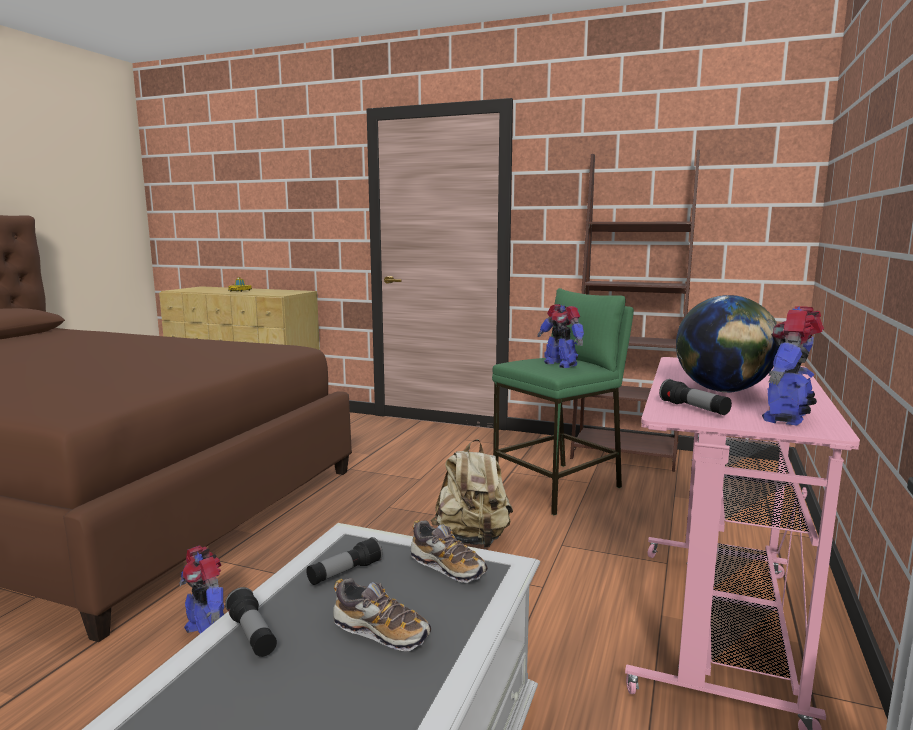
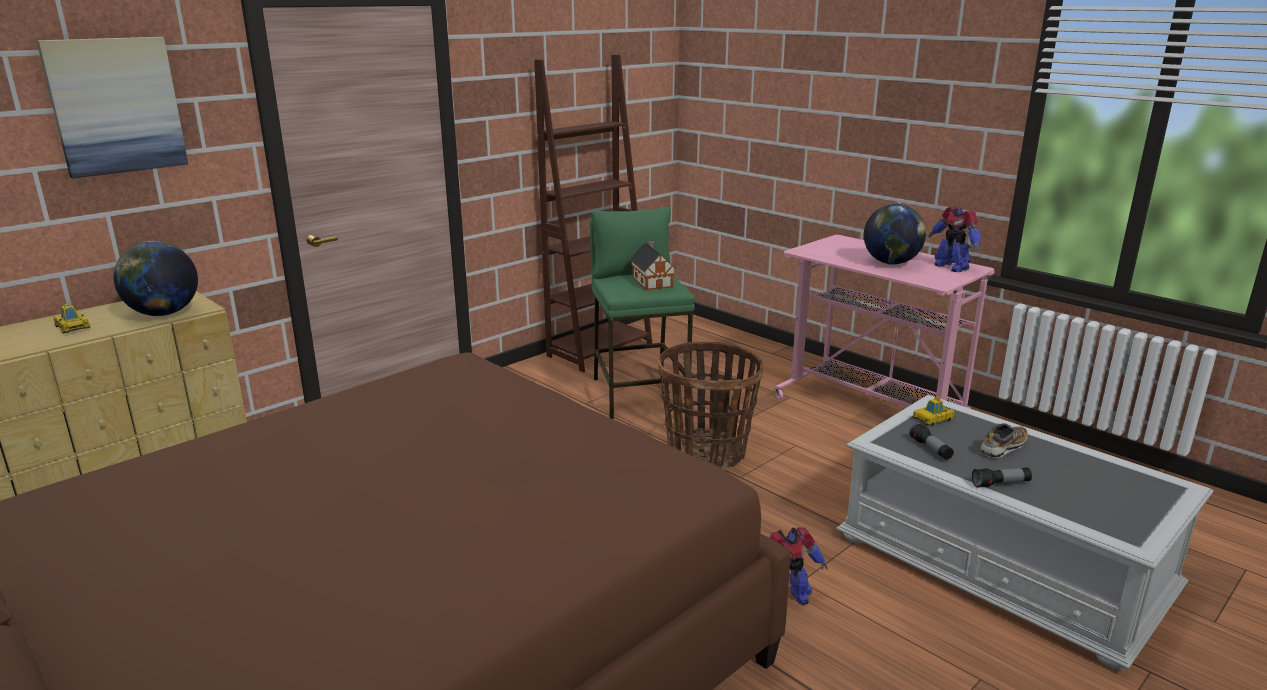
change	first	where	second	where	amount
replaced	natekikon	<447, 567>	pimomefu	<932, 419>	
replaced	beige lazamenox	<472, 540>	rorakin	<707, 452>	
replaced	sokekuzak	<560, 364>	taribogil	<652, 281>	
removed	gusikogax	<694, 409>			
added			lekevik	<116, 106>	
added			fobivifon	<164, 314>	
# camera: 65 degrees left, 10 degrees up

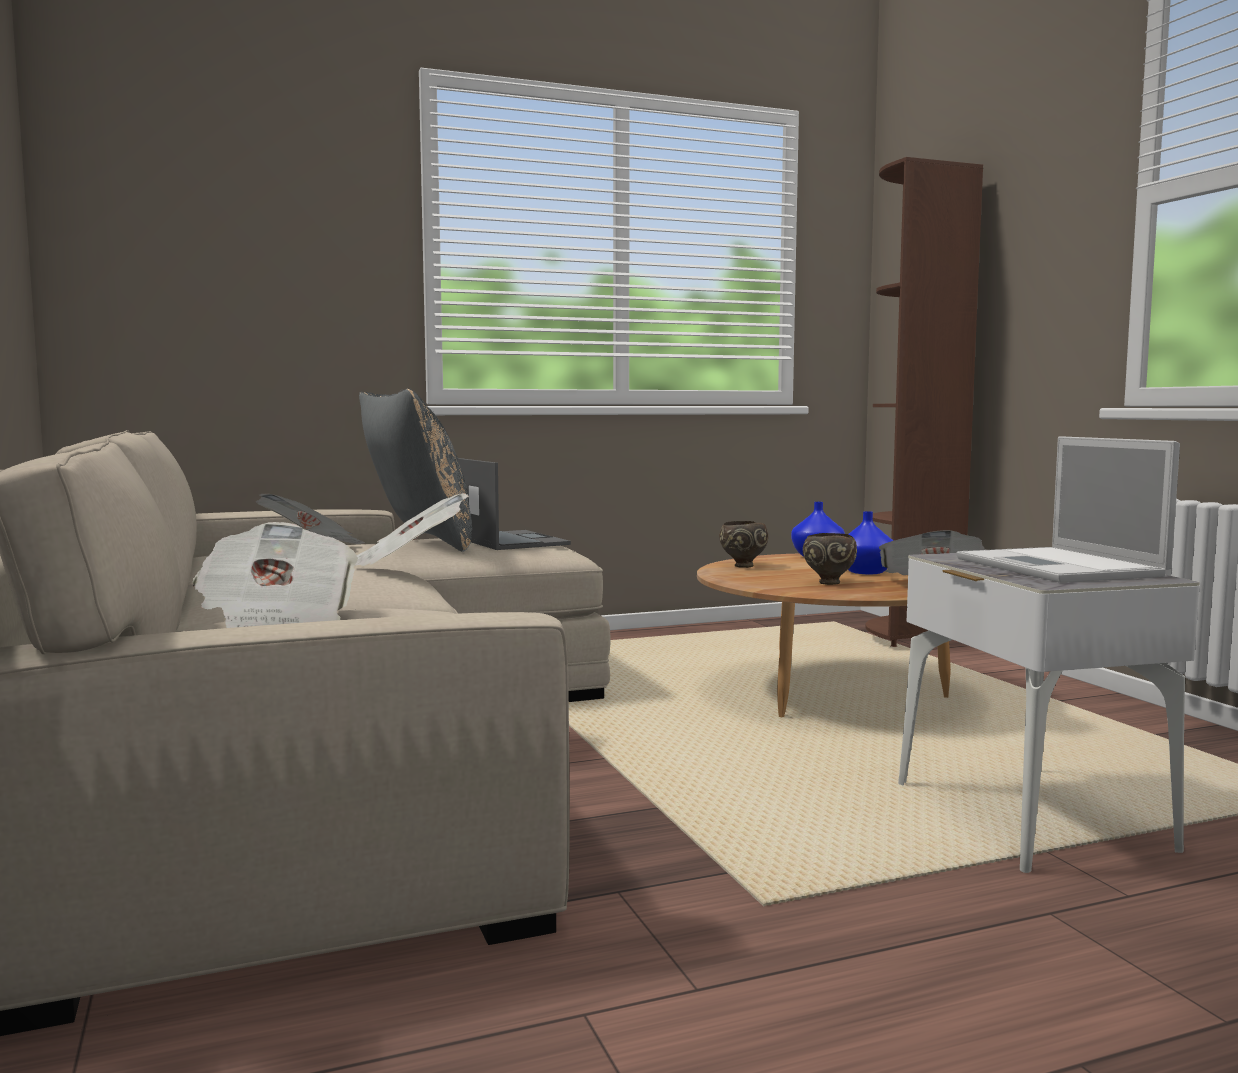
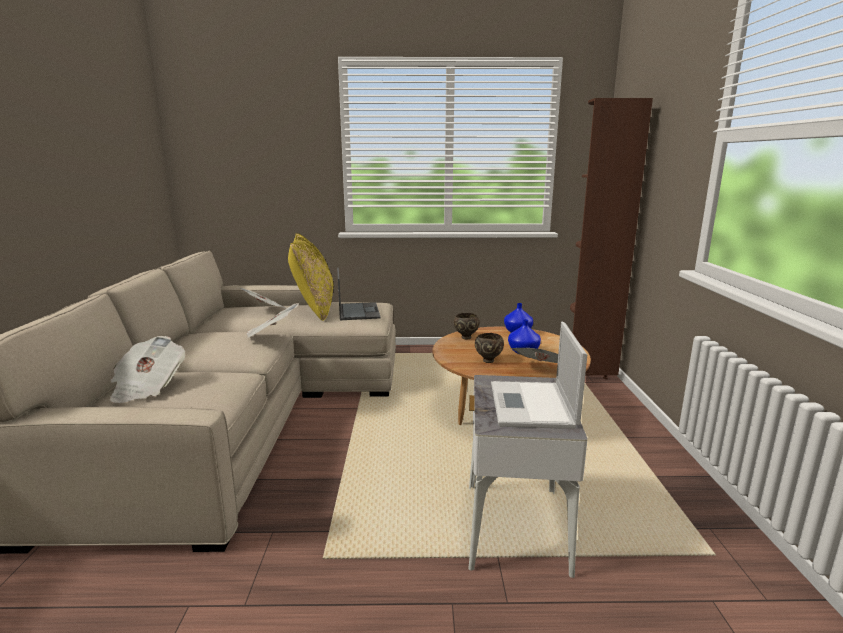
change	first	where	second	where	amount
recoloured	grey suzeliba	<417, 544>	yellow suzeliba	<314, 311>	
# camera: 20 degrees right, 10 degrees up

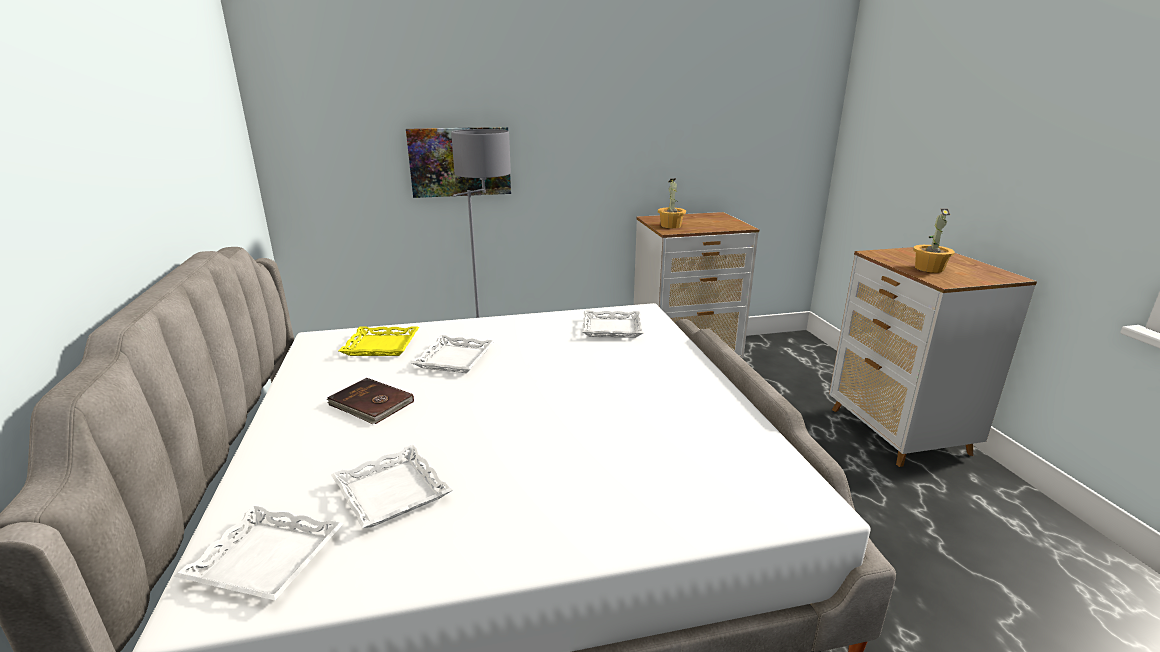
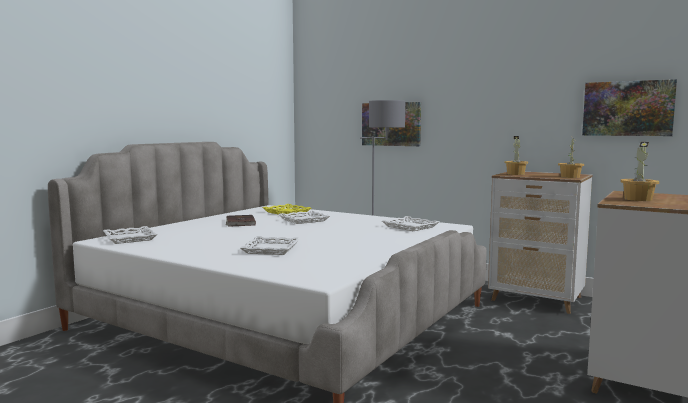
change	first	where	second	where	amount
moved	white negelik	<391, 492>		<270, 249>	
added			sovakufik	<569, 177>	
added			lekevik	<627, 108>	
# camera: 45 degrees right, 15 degrees down

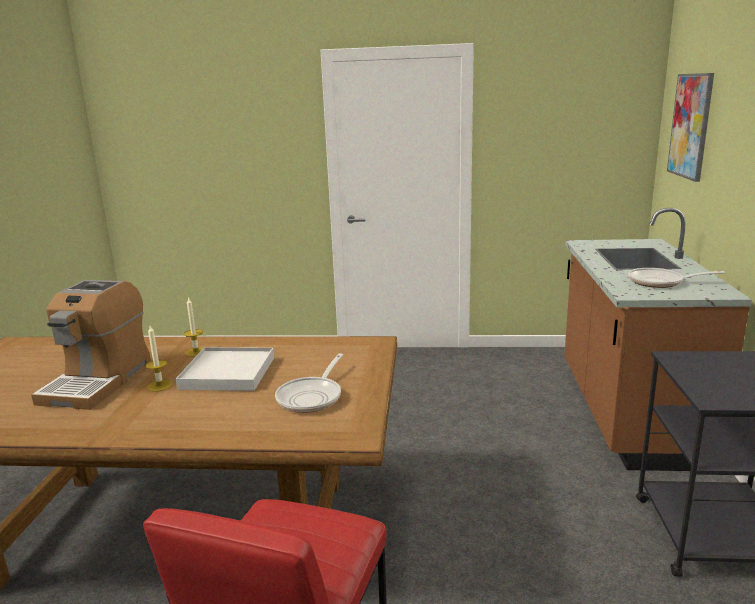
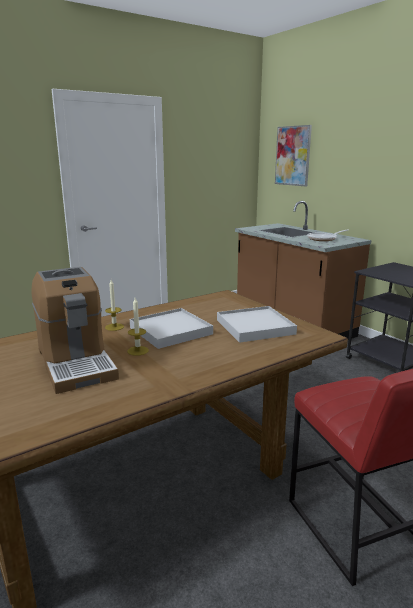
change	first	where	second	where	amount
replaced	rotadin	<312, 397>	white negelik	<255, 327>	
# camera: 40 degrees left, 0 degrees up

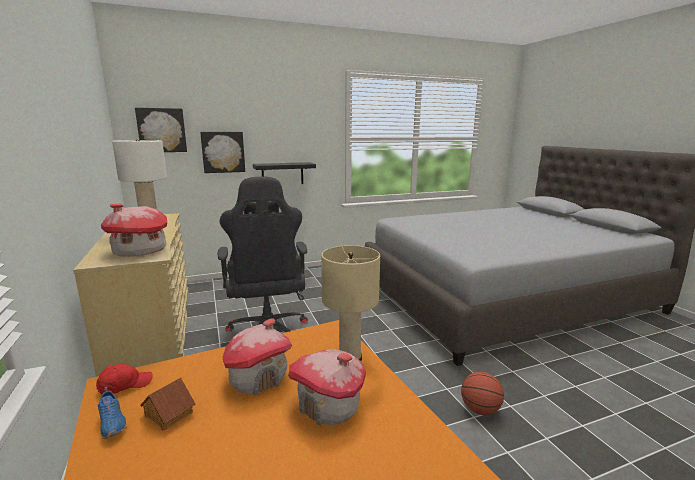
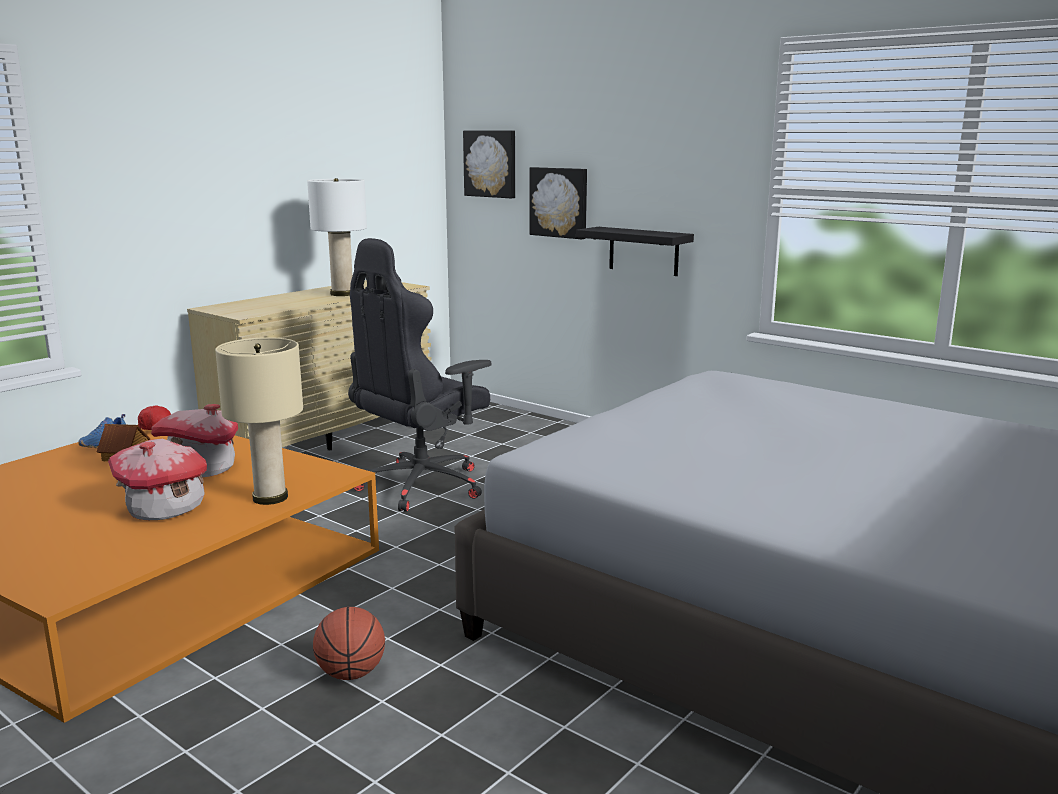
change	first	where	second	where	amount
removed	taribogil	<139, 251>			
# camera: 60 degrees right, 0 degrees up

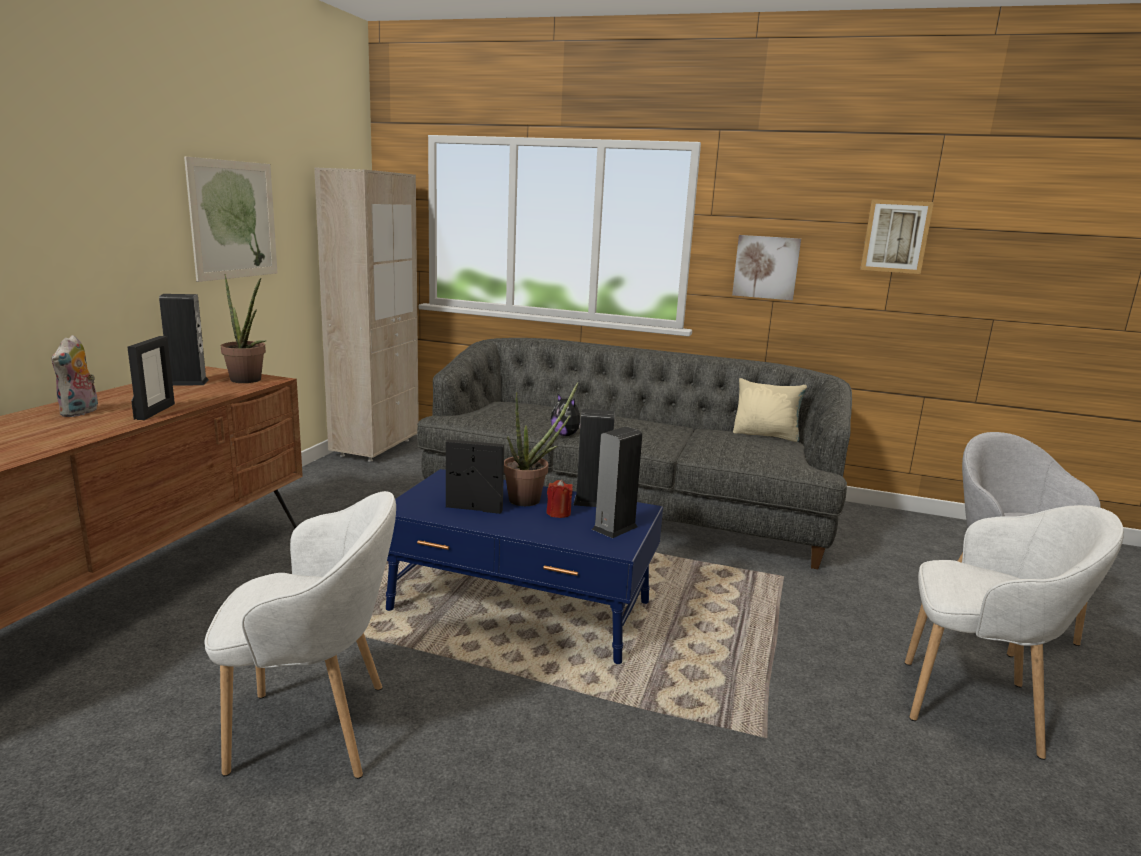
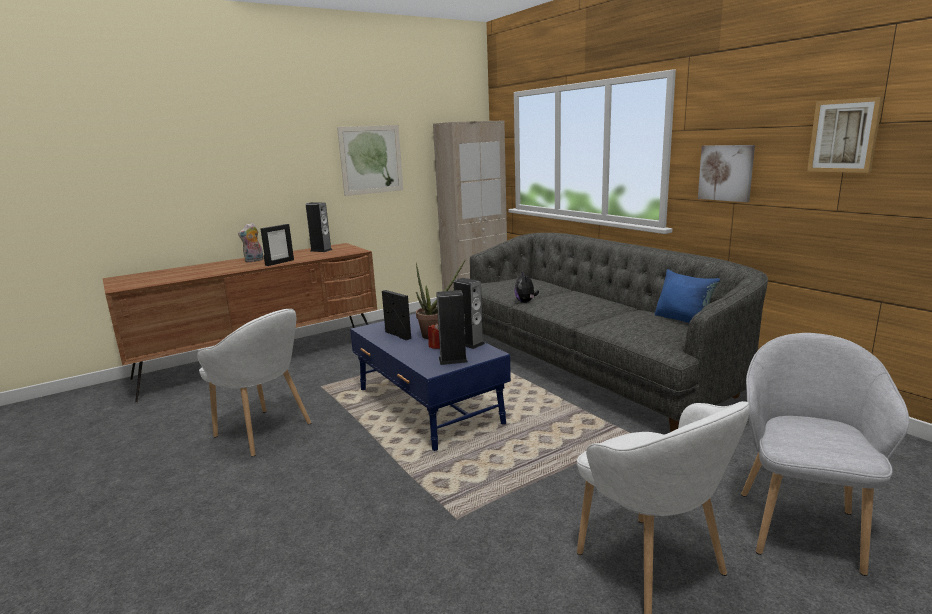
change	first	where	second	where	amount
removed	sovakufik	<248, 381>			
recoloured	beige suzeliba	<766, 435>	blue suzeliba	<683, 320>	
# camera: 40 degrees right, 0 degrees up

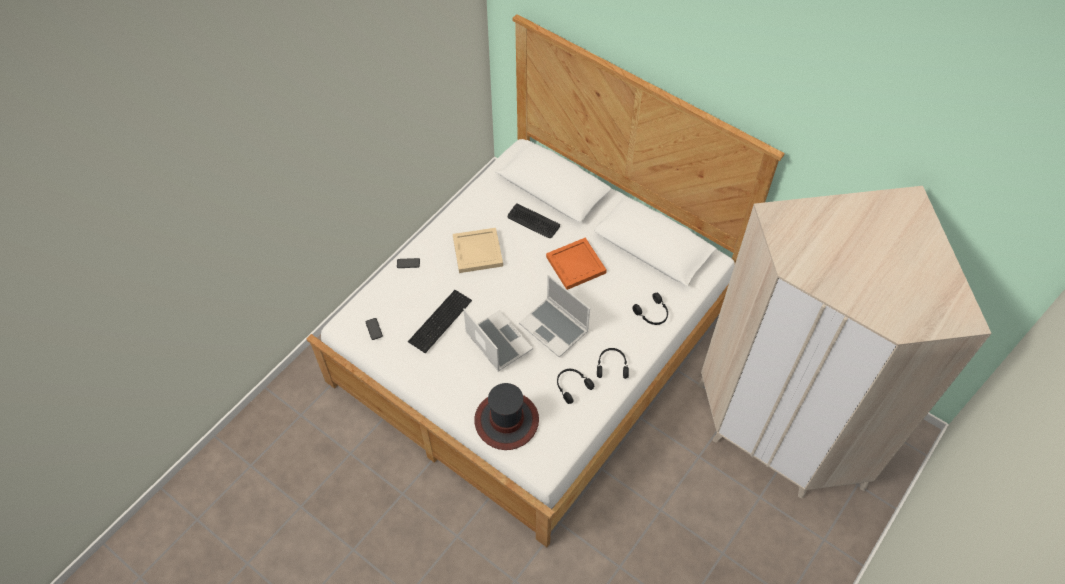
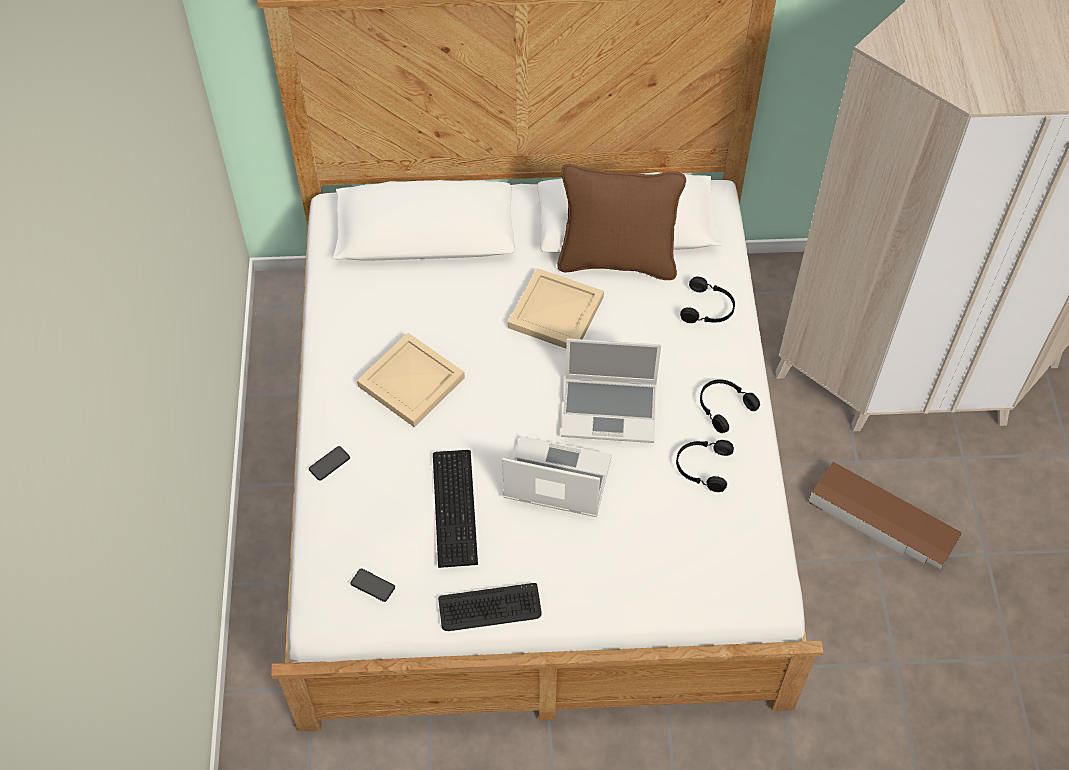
change	first	where	second	where	amount
removed	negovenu	<506, 421>			
moved	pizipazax	<533, 221>		<490, 608>	
recoloured	orange negelik	<577, 265>	beige negelik	<557, 312>	
added			brown suzeliba	<617, 260>	
added			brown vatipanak	<882, 522>	
# camera: 40 degrees left, 0 degrees up

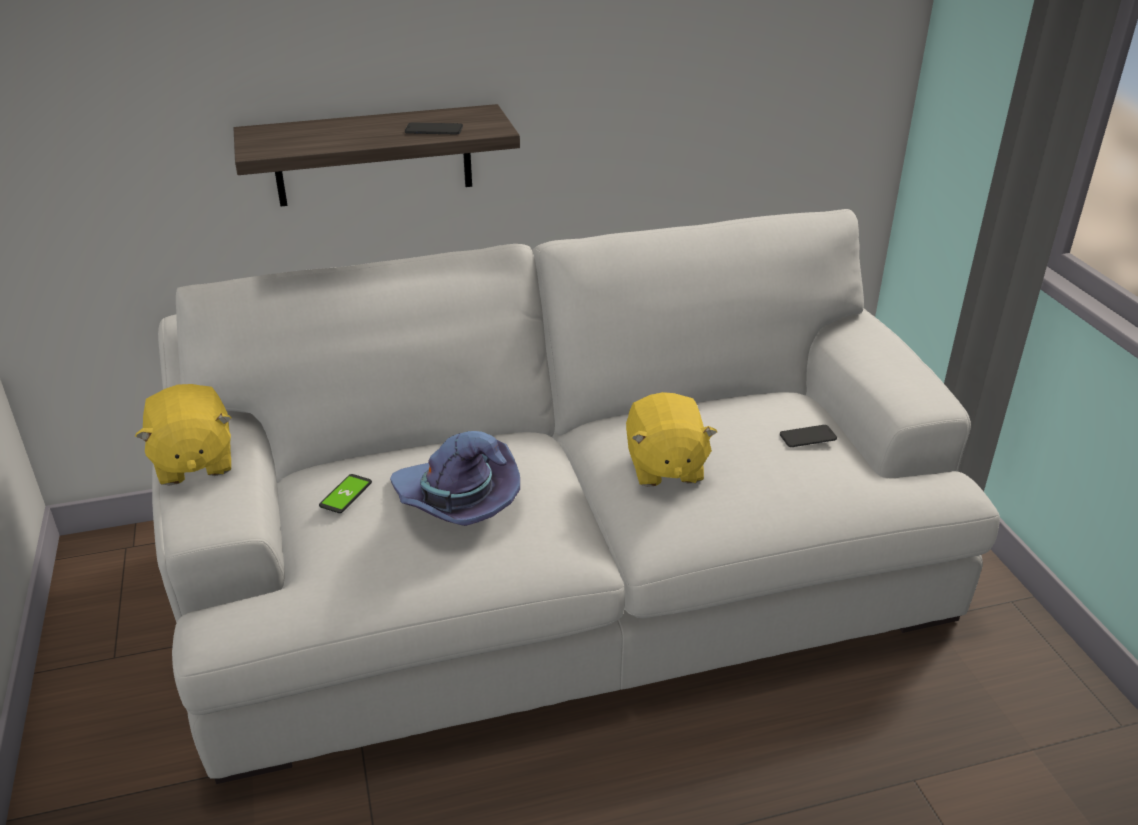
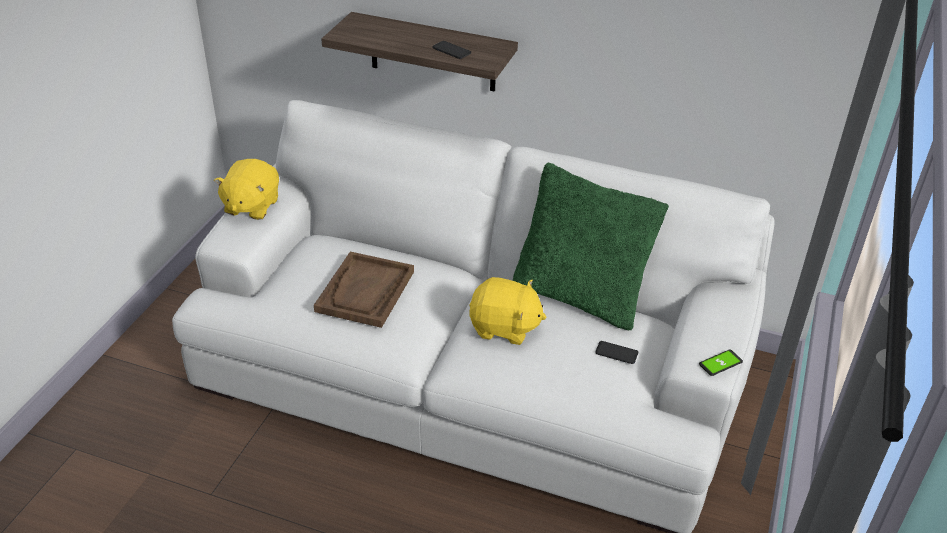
change	first	where	second	where	amount
moved	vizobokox	<346, 494>		<720, 363>	
replaced	purple negovenu	<456, 502>	brown negelik	<365, 291>	
turned	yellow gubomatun	<664, 467>		<504, 328>	105 degrees counterclockwise
added			green suzeliba	<581, 292>	
# camera: 35 degrees right, 5 degrees up

